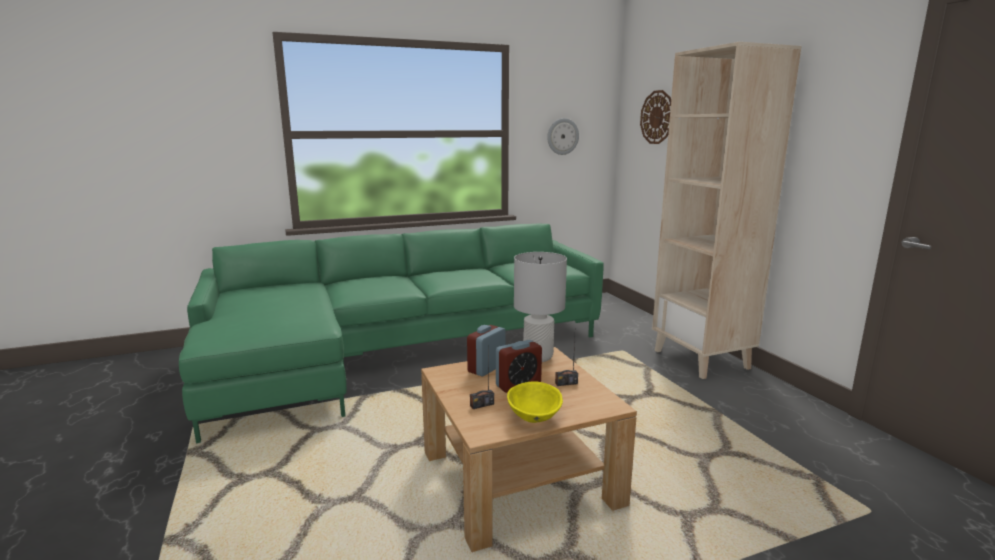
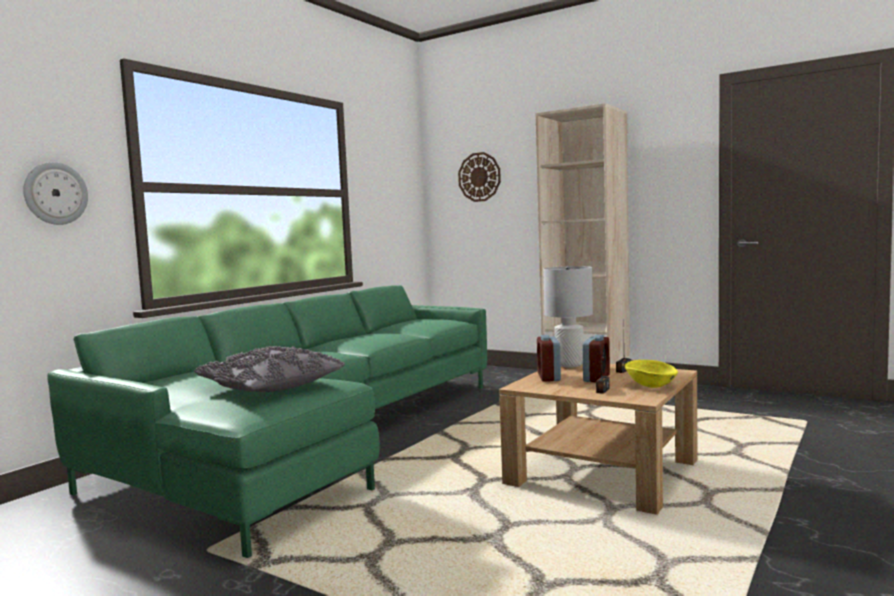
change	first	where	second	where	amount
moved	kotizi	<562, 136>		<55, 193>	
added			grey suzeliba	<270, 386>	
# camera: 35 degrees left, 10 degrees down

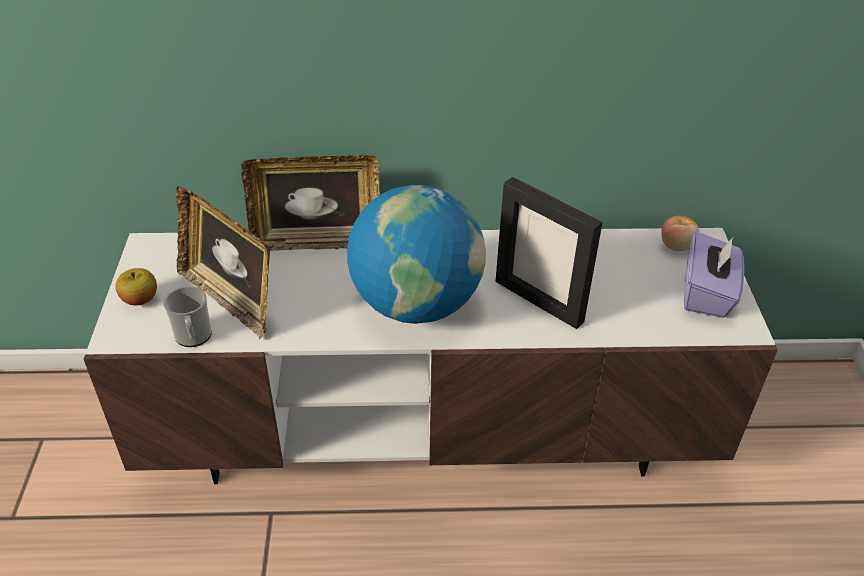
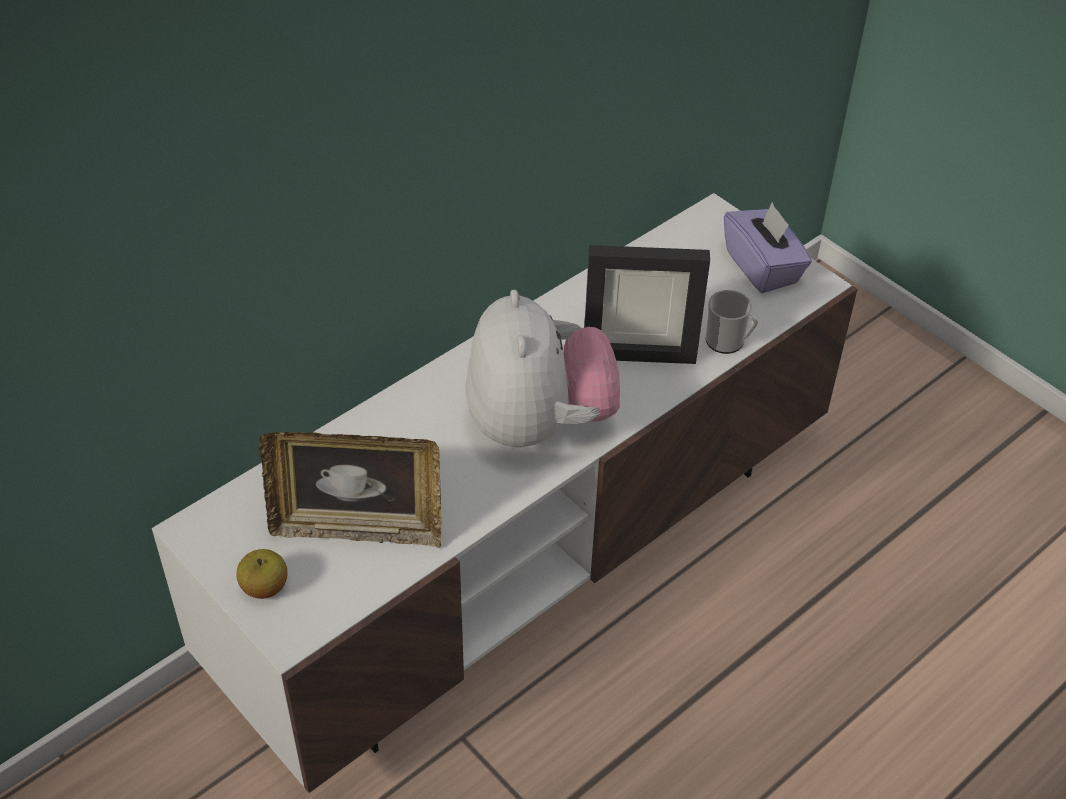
change	first	where	second	where	amount
moved	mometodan	<193, 337>		<728, 342>	
removed	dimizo	<317, 242>			
replaced	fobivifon	<416, 304>	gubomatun	<538, 424>	
removed	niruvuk	<677, 246>			
# camera: 40 degrees left, 5 degrees up

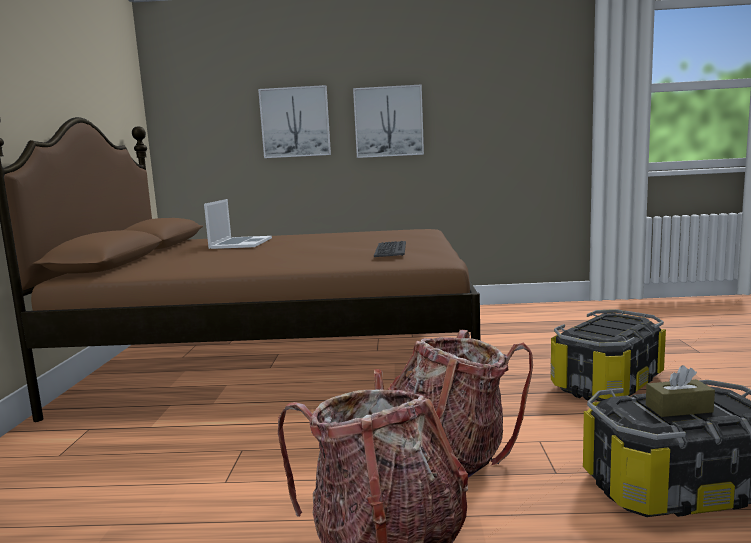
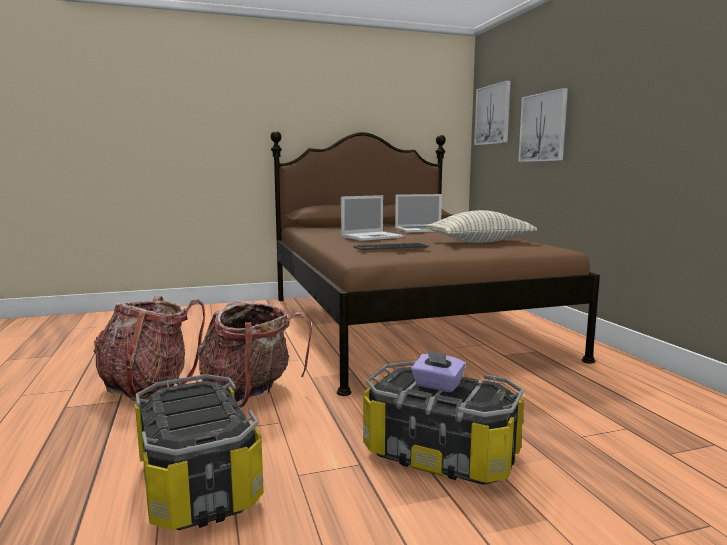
change	first	where	second	where	amount
moved	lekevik	<388, 122>		<493, 114>	
removed	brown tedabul	<678, 408>			
added			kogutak	<373, 237>	
added			purple tedabul	<437, 385>	
added			suzeliba	<479, 242>	
# camera: 70 degrees right, 0 degrees up

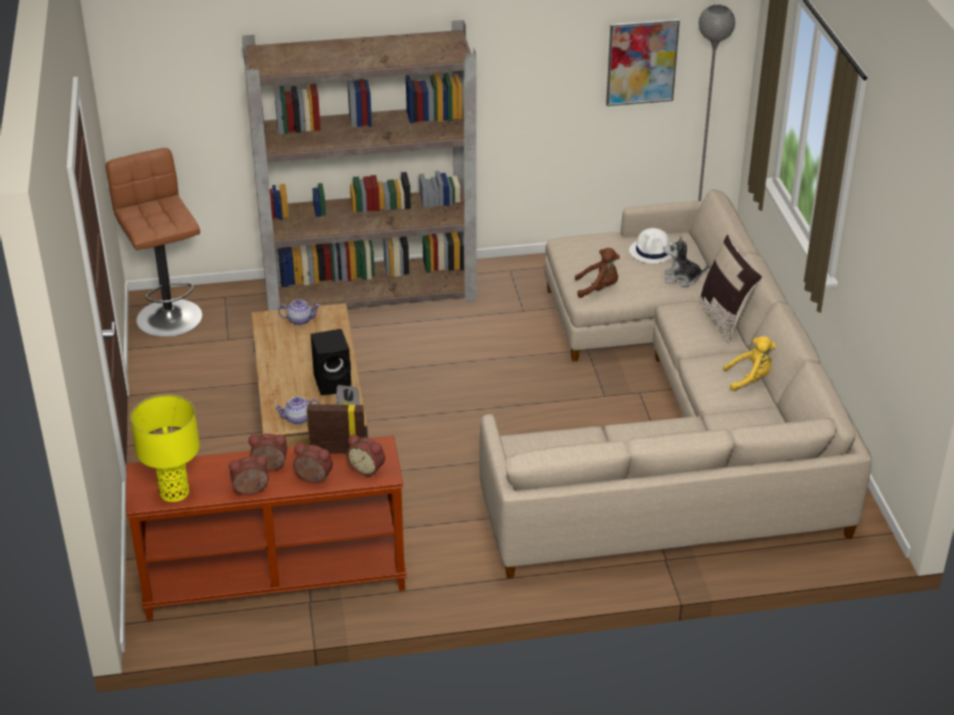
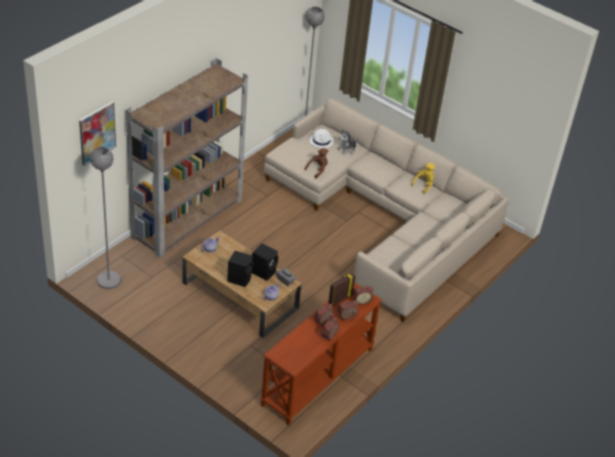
change	first	where	second	where	amount
replaced	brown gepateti	<170, 317>	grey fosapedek	<108, 280>	
removed	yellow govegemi	<173, 492>			
moved	lekevik	<641, 62>		<97, 133>	
removed	suzeliba	<725, 318>			
added			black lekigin	<240, 278>	
# camera: 45 degrees left, 5 degrees up

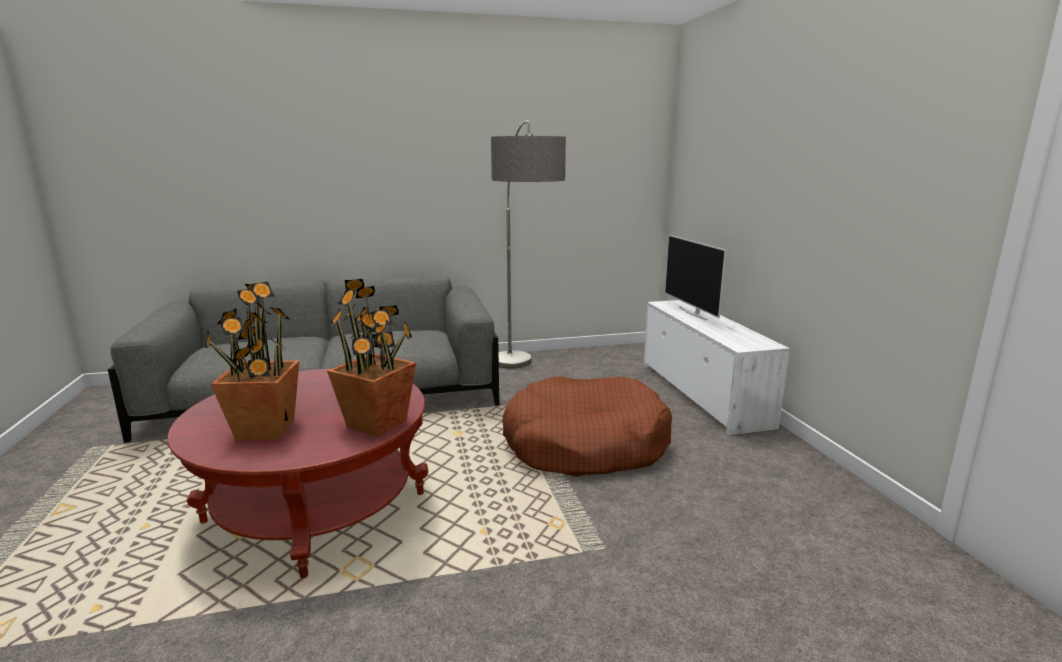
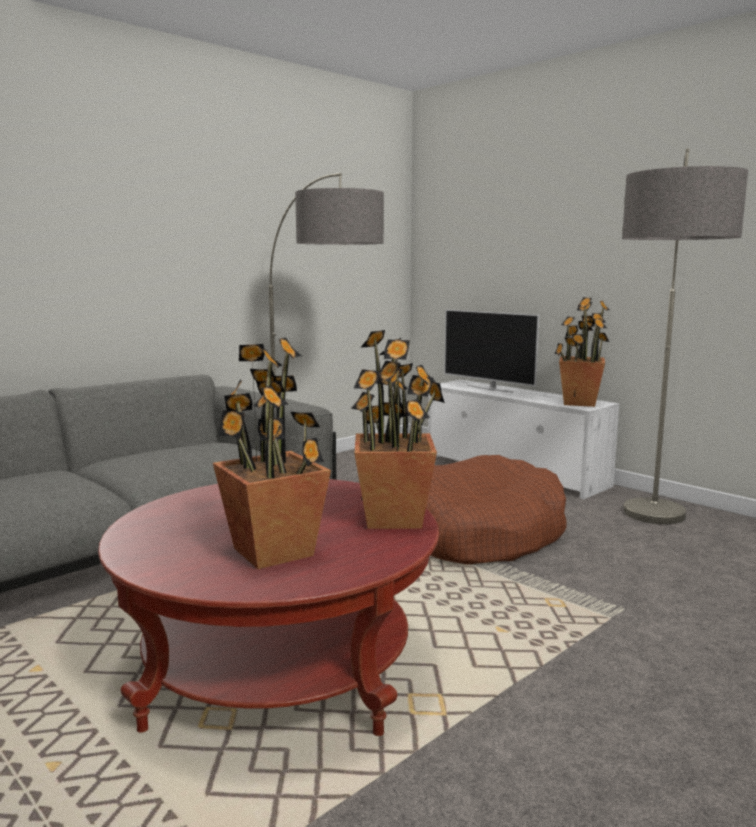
change	first	where	second	where	amount
added			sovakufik	<579, 403>	
added			fosapedek	<653, 539>	
# camera: 30 degrees left, 5 degrees down

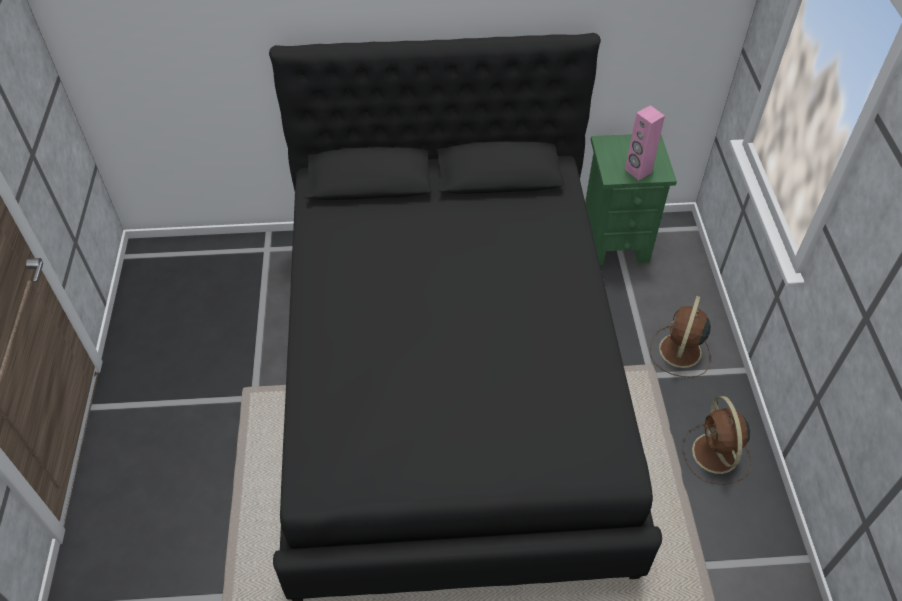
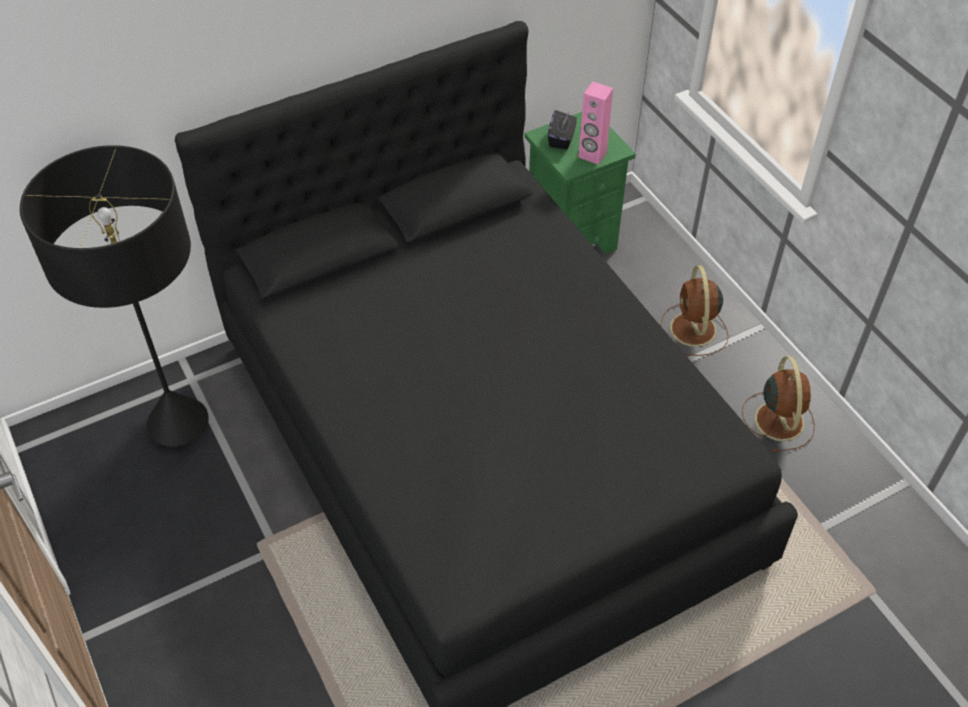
change	first	where	second	where	amount
turned	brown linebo	<716, 455>		<778, 419>	150 degrees counterclockwise
added			black fosapedek	<179, 426>	
added			black tedabul	<561, 139>	
# camera: 25 degrees left, 0 degrees up

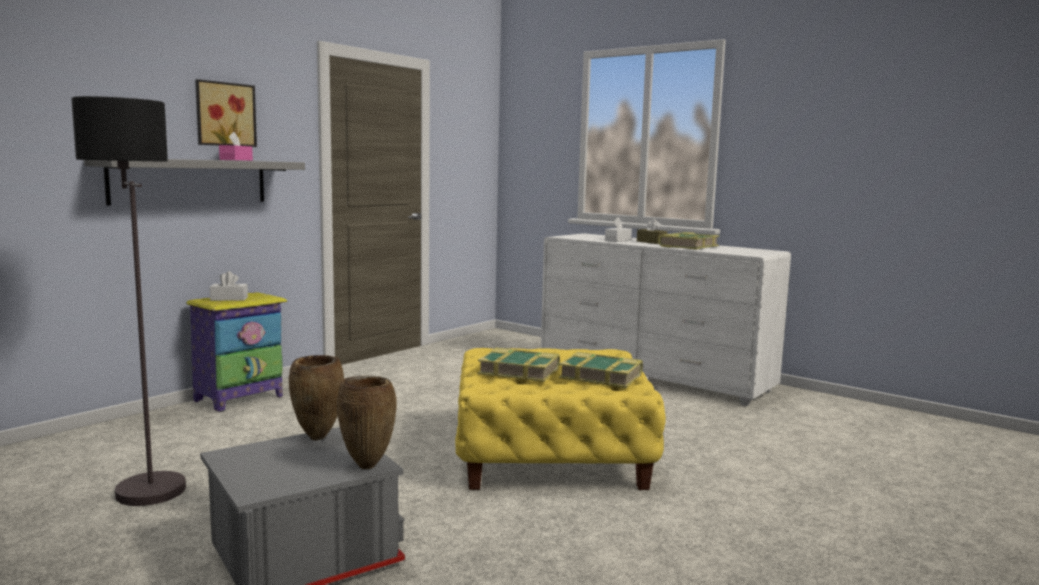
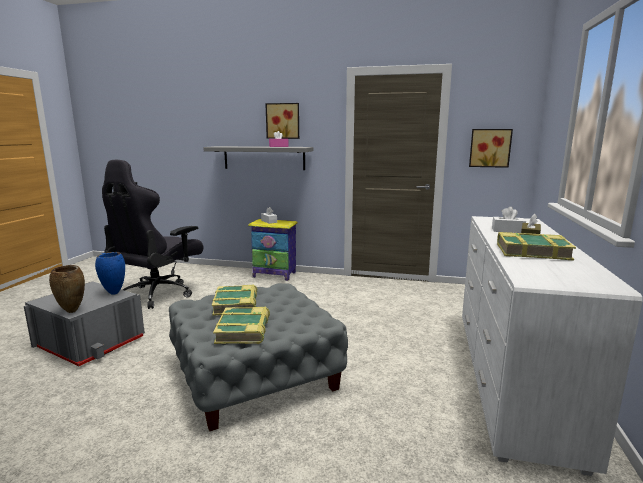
change	first	where	second	where	amount
replaced	black fosapedek	<145, 485>	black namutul	<160, 293>	
recoloured	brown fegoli	<317, 438>	blue fegoli	<113, 293>	
recoloured	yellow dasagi	<551, 455>	grey dasagi	<255, 374>	
added			lekevik	<489, 148>	
# camera: 65 degrees right, 5 degrees up

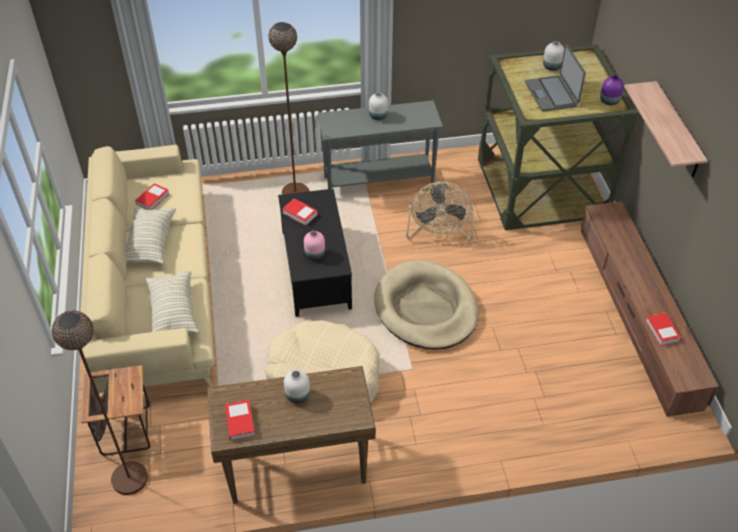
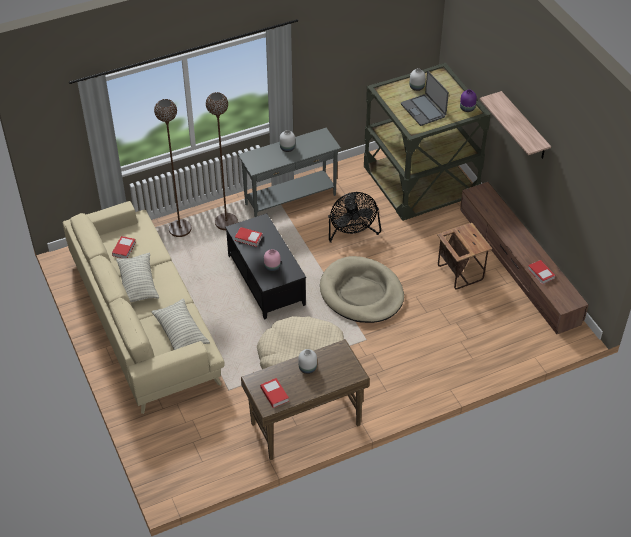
change	first	where	second	where	amount
moved	brown fosapedek	<130, 478>		<180, 229>	
moved	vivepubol	<126, 430>		<460, 272>	
recoloured	beige linebo	<436, 230>	black linebo	<349, 231>	
# camera: 15 degrees left, 0 degrees up

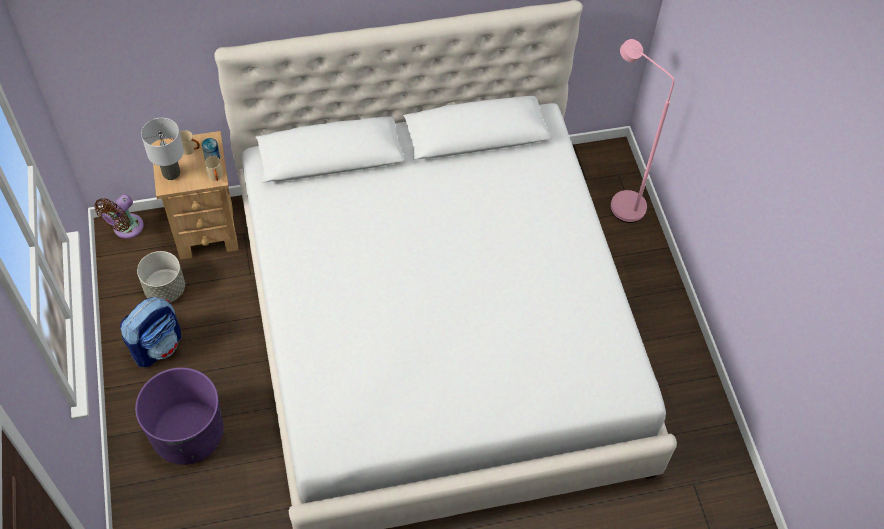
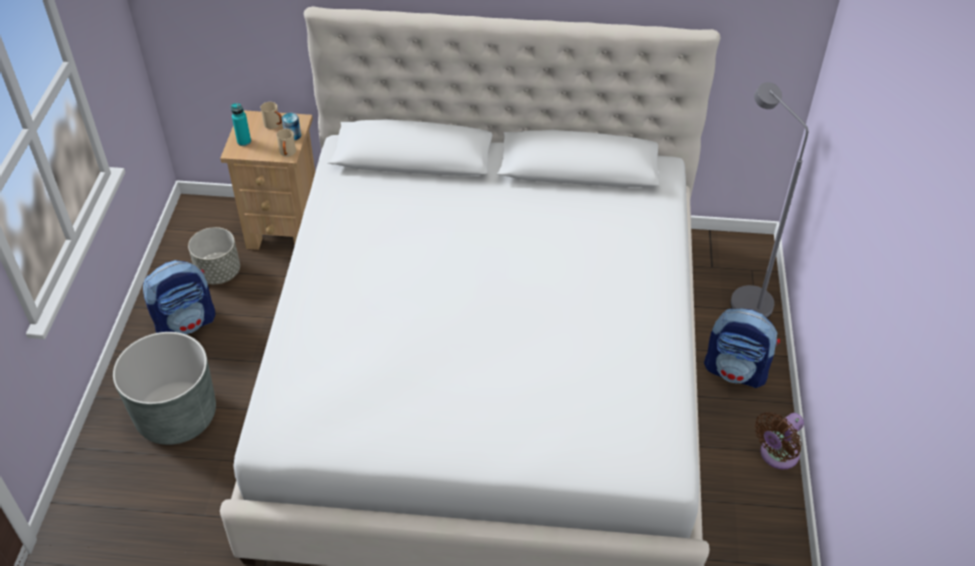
change	first	where	second	where	amount
moved	brown linebo	<126, 229>		<776, 455>	
recoloured	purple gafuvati	<188, 434>	grey gafuvati	<177, 416>	
replaced	white govegemi	<170, 173>	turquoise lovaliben	<244, 141>	
recoloured	pink fosapedek	<620, 201>	grey fosapedek	<744, 297>	
added			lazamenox	<736, 371>	
# camera: 20 degrees right, 10 degrees down

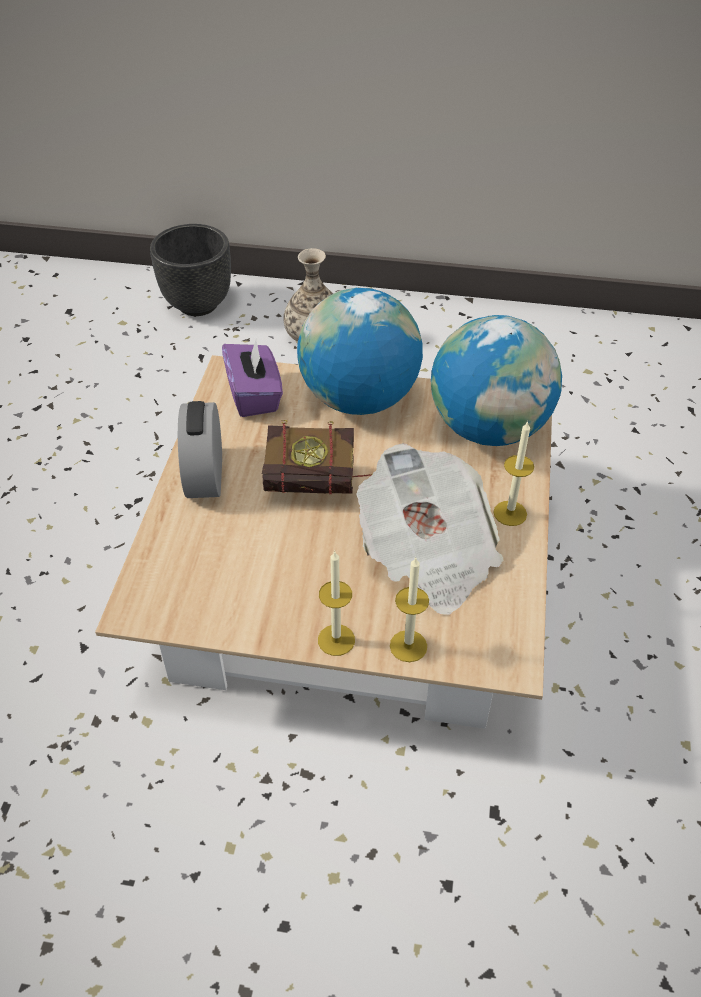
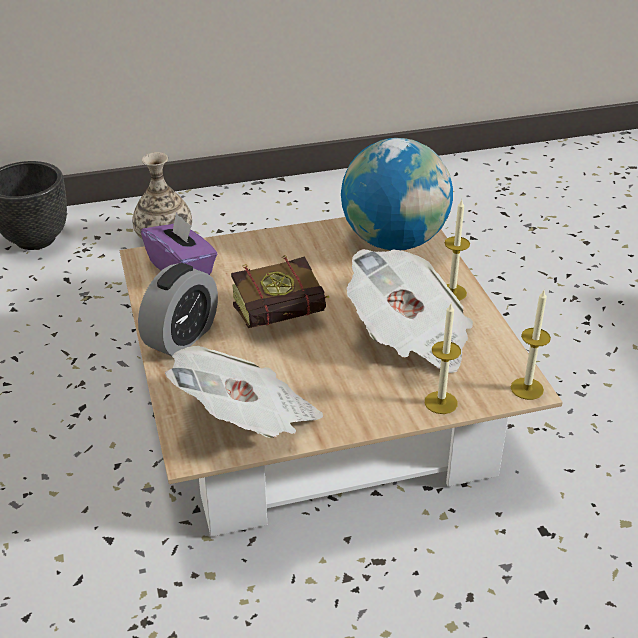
change	first	where	second	where	amount
turned	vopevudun	<205, 475>		<181, 337>	120 degrees counterclockwise
removed	fobivifon	<359, 399>			
moved	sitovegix	<336, 640>		<527, 388>	
added			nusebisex	<248, 421>	
# camera: 25 degrees left, 10 degrees down

